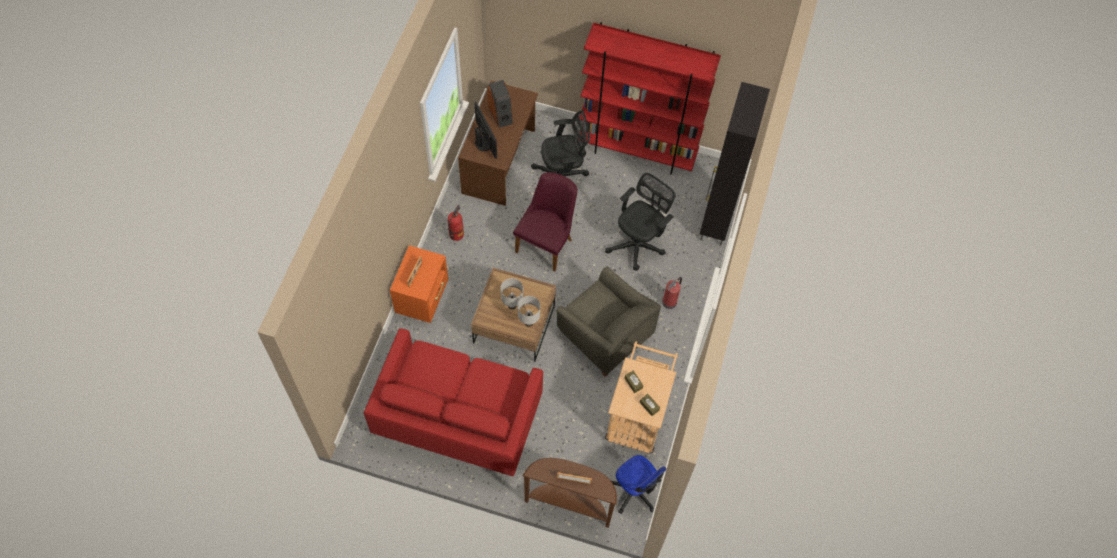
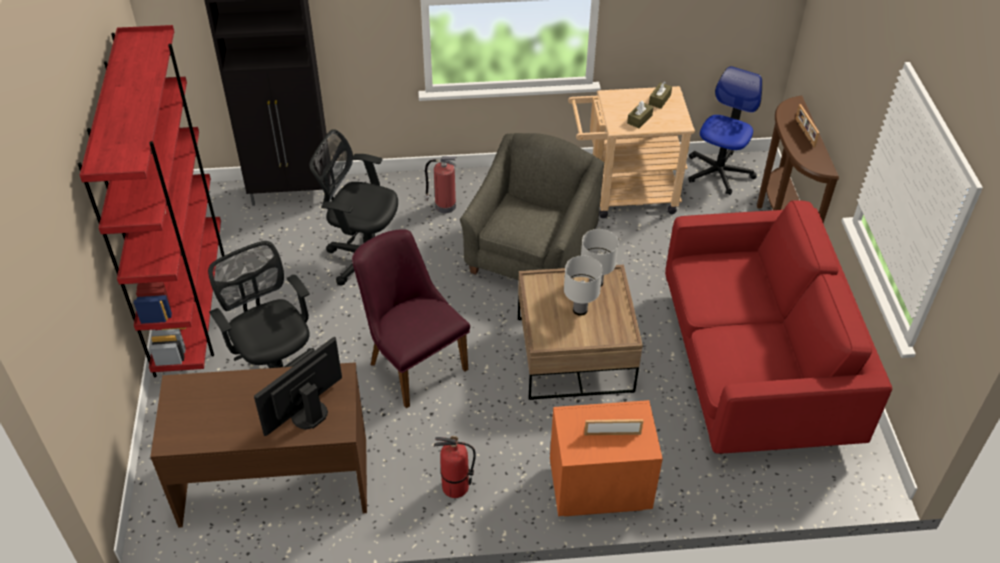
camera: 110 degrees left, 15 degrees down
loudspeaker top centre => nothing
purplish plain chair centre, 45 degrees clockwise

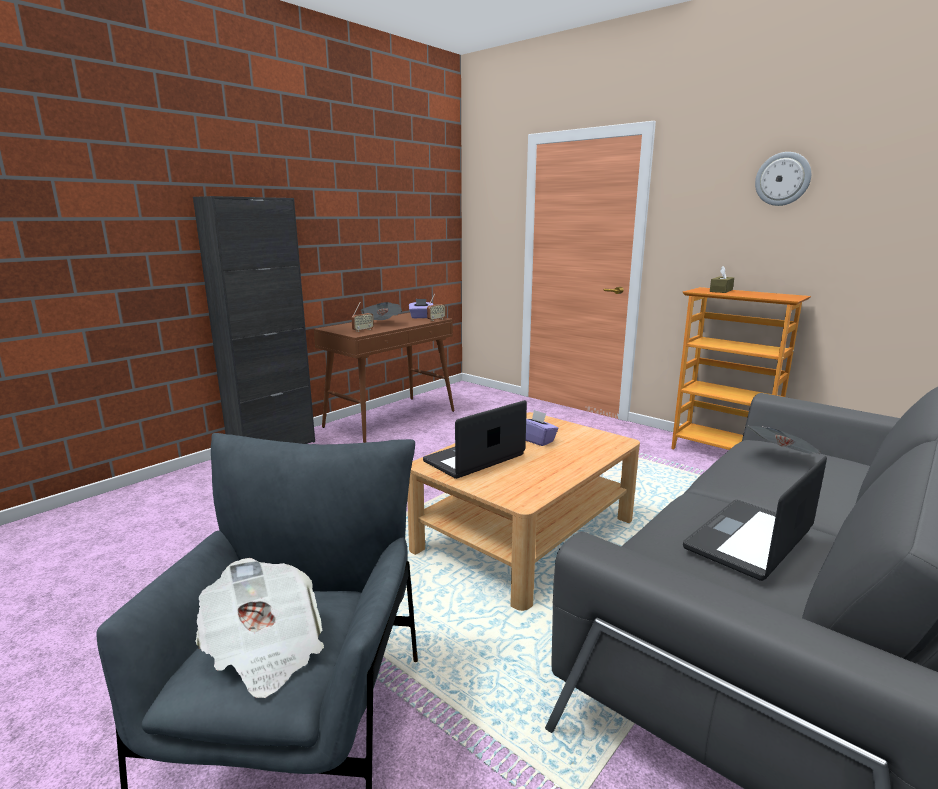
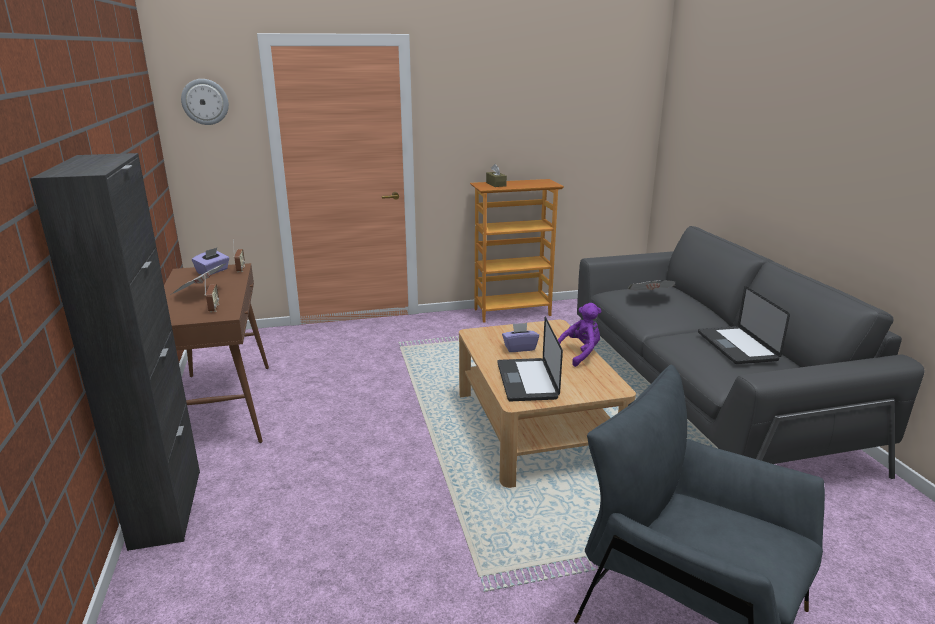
camera: 55 degrees left, 5 degrees up
daily paper (no. 1 from left) bottom left => nothing
nothing => purplish cuddly toy centre
wall clock top right => wall clock top left, shifted

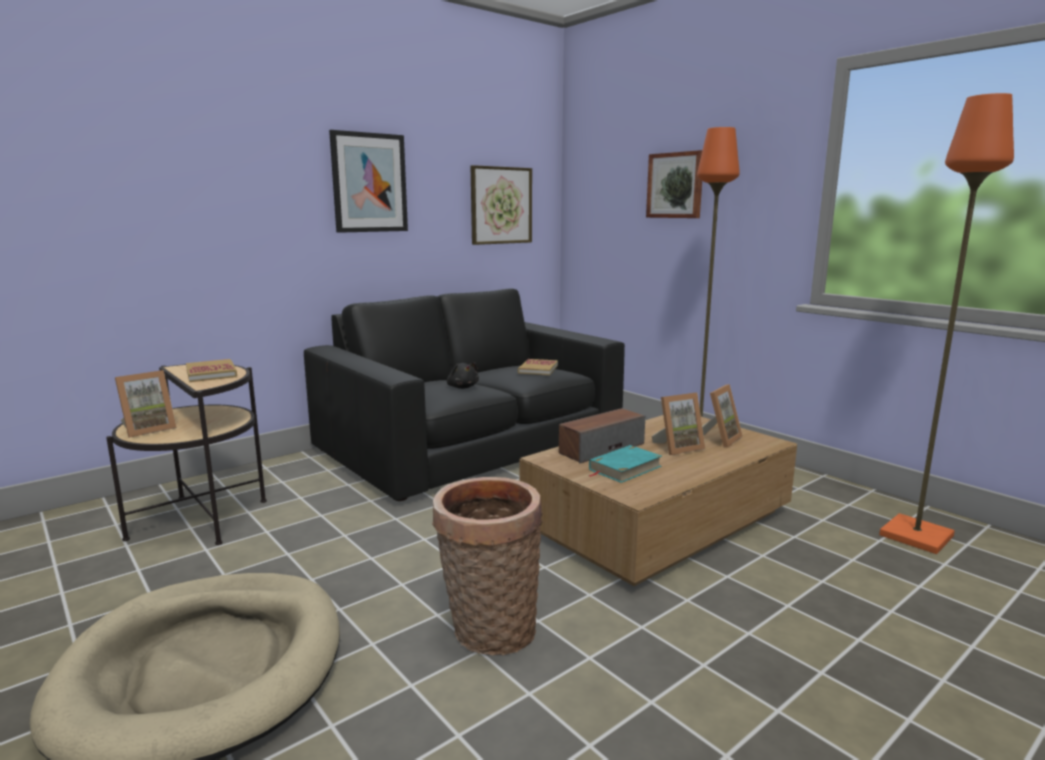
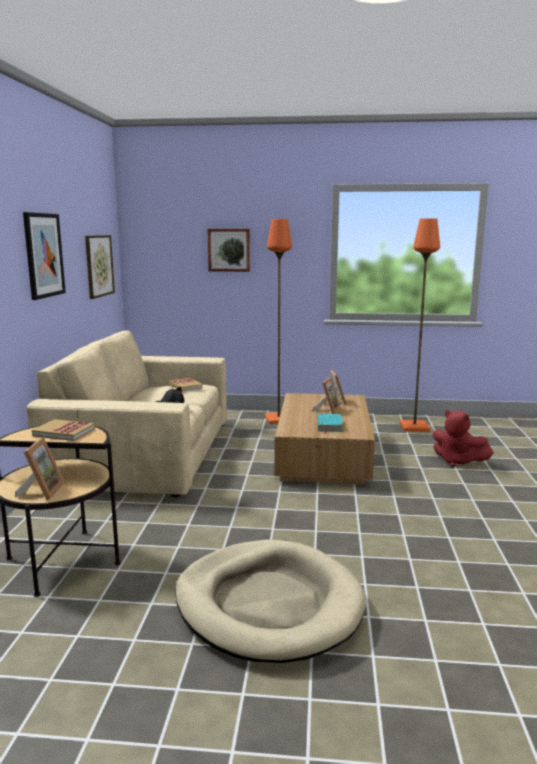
camera: 45 degrees left, 0 degrees up
storage basket bottom centre => nothing
loudspeaker centre => nothing
nothing => reddish cuddly toy middle right
black settee centre => beige settee middle left

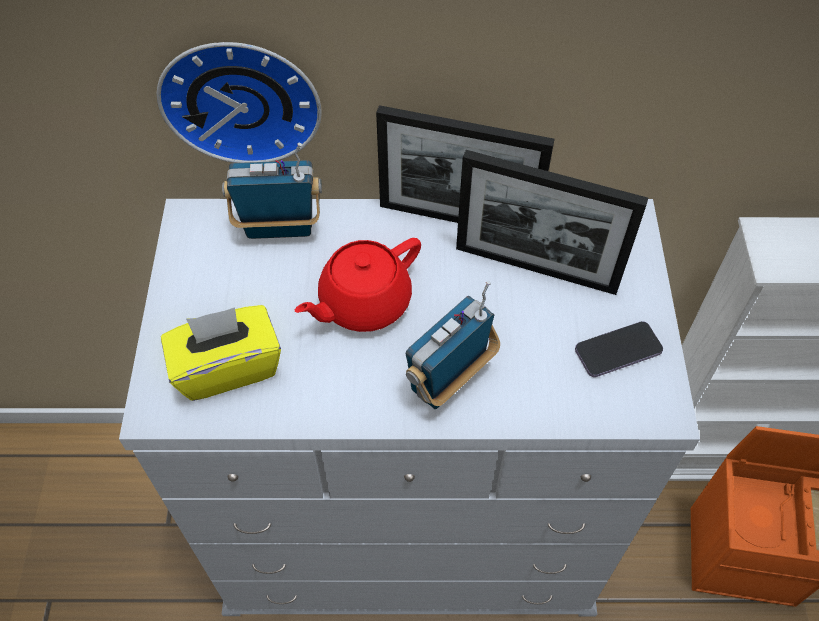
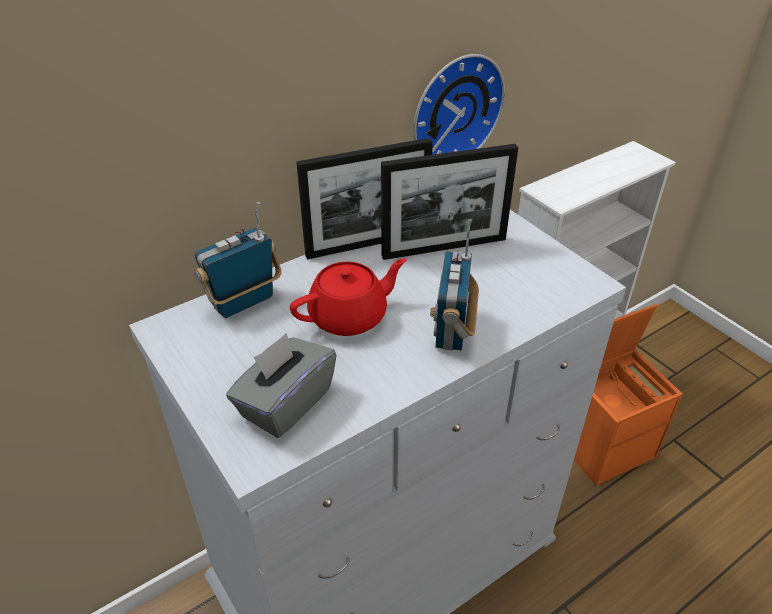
camera: 35 degrees left, 15 degrees down
telephone middle right => nothing
wall clock top left => wall clock top centre, shifted
yellowish tissue box middle left => greyish tissue box centre
reddish tea pot centre, 135 degrees counterclockwise

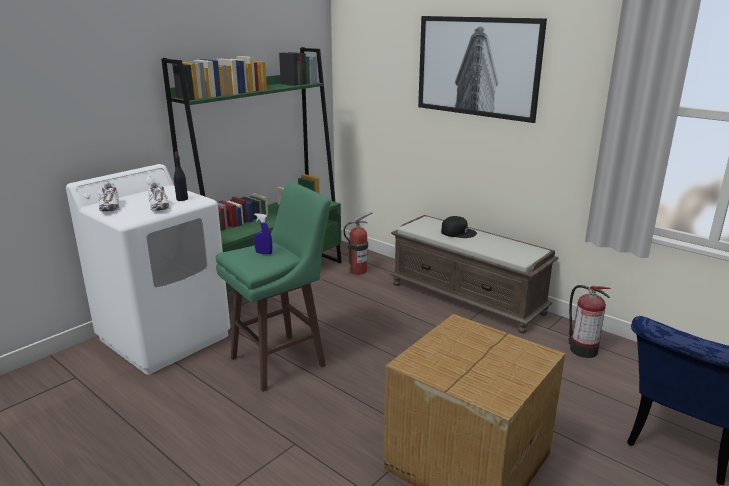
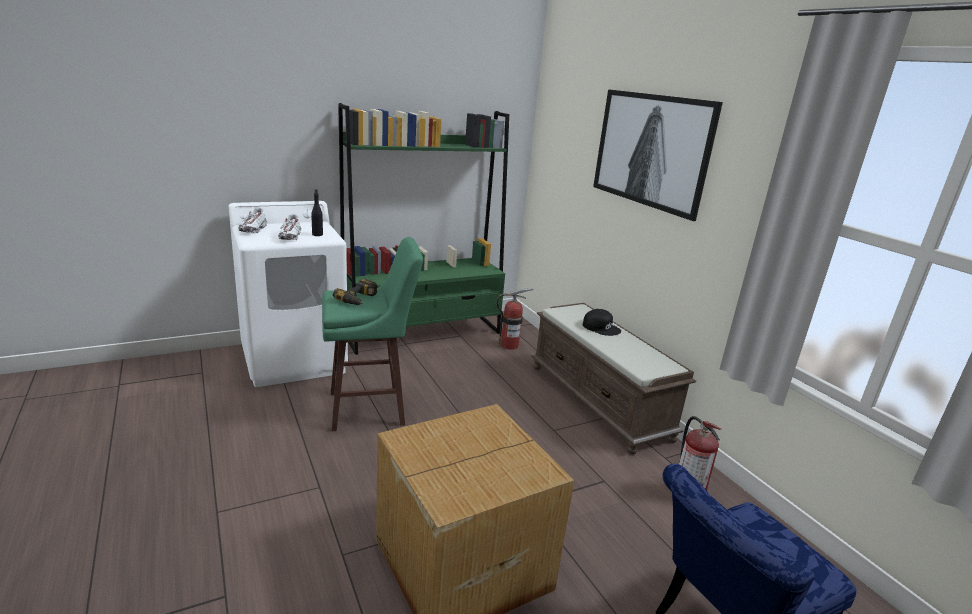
camera: 20 degrees right, 0 degrees up
blue sprayer centre => drill centre

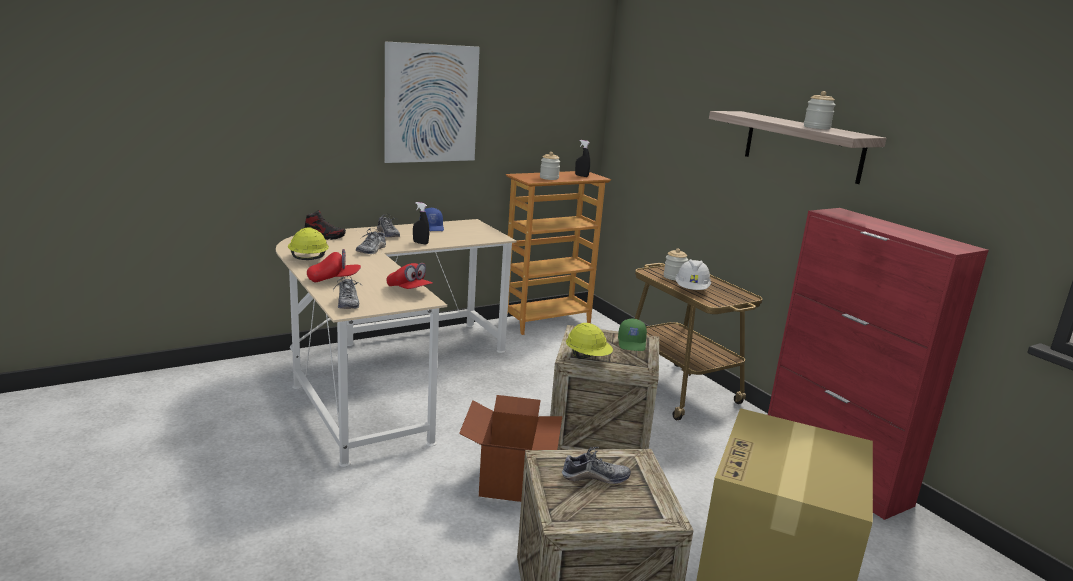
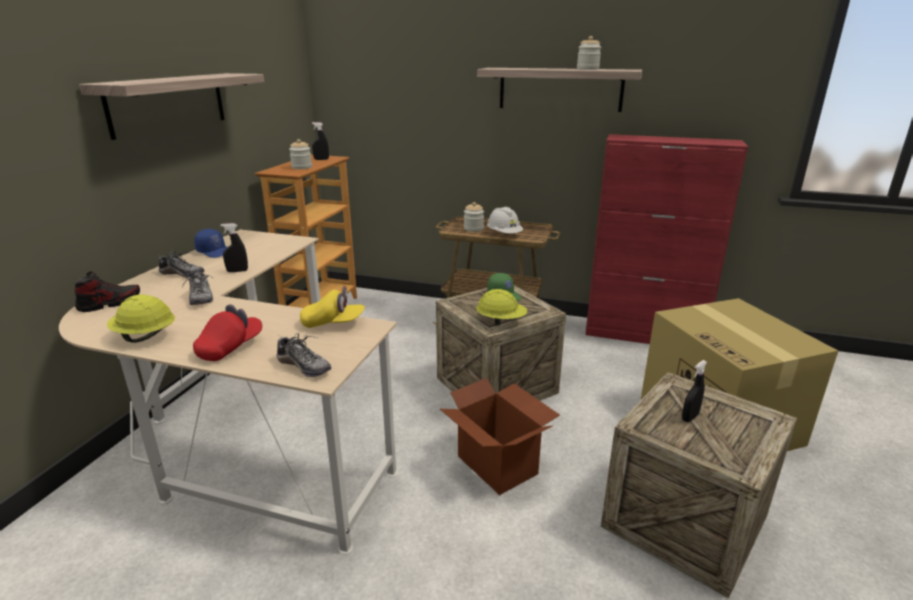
camera: 40 degrees left, 5 degrees up
wall art top centre => shelf (no. 1 from left) top left
low shoe (no. 5 from left) bottom centre => black sprayer (no. 3 from left) middle right
reddish cap (no. 2 from left) centre => yellowish cap centre

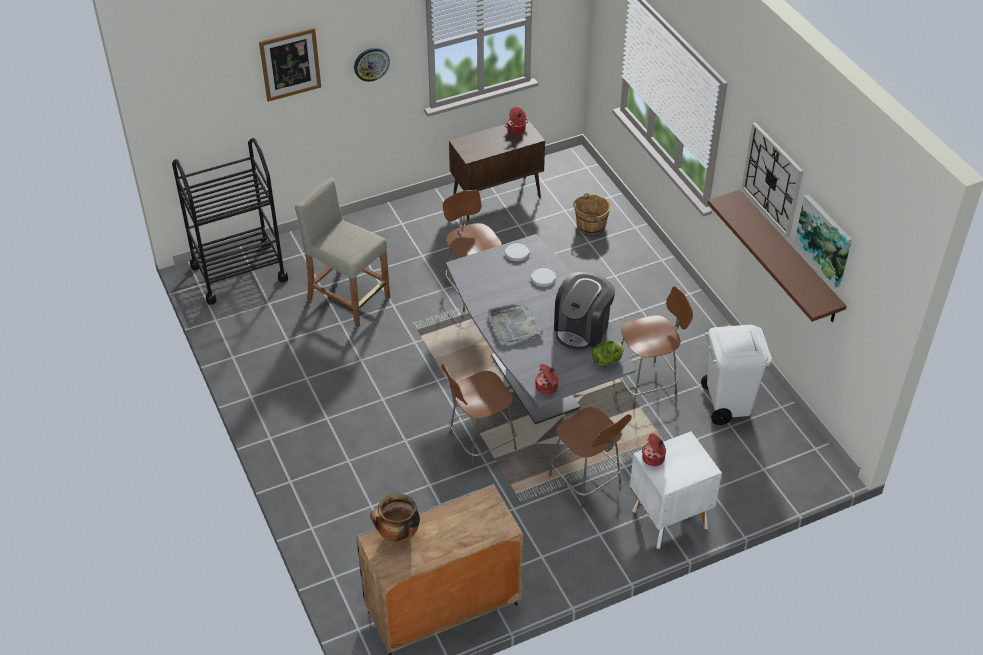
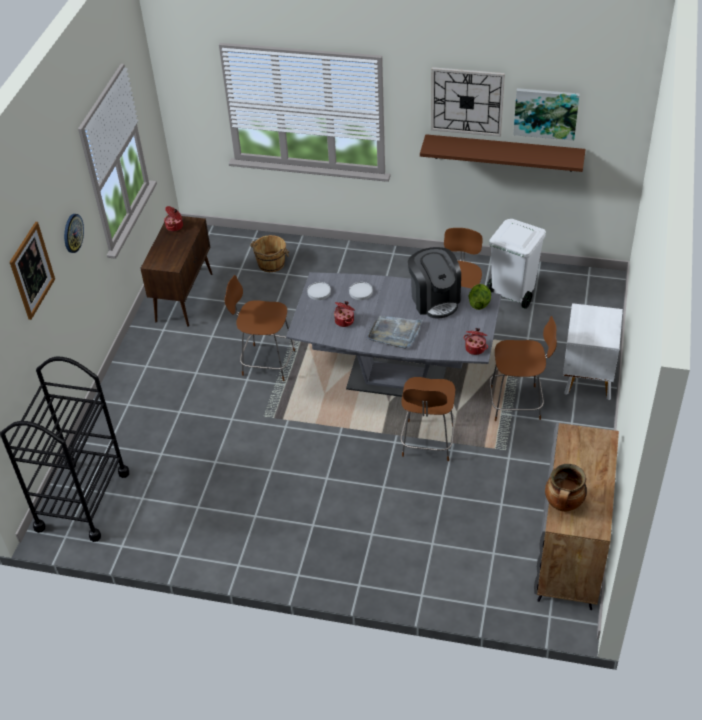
camera: 50 degrees left, 0 degrees up
beige stool centre => nothing
saucepot (no. 4 from left in the first image) bottom centre => saucepot (no. 2 from left) centre, shifted

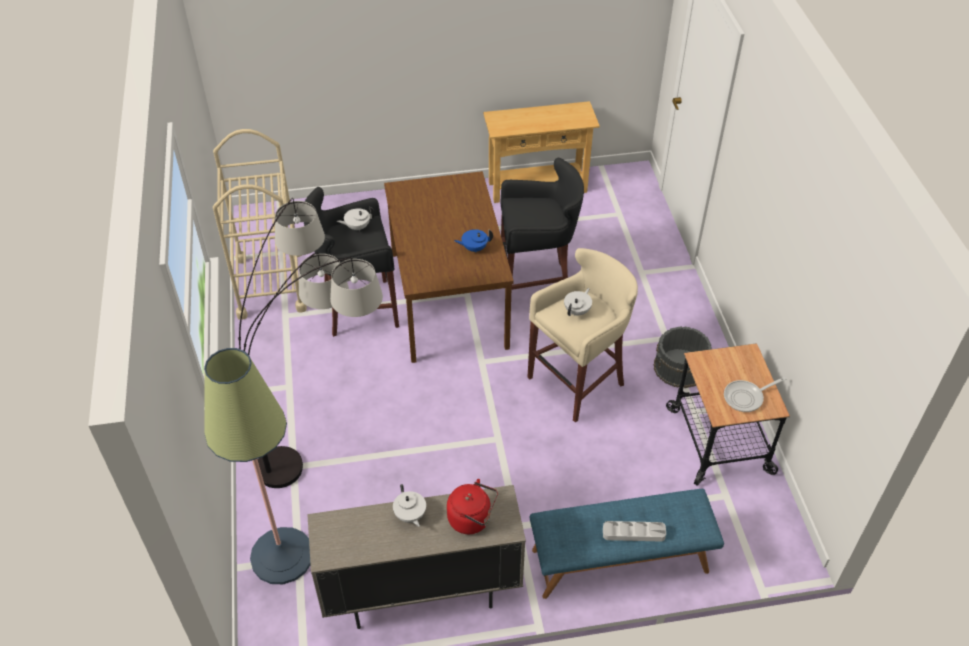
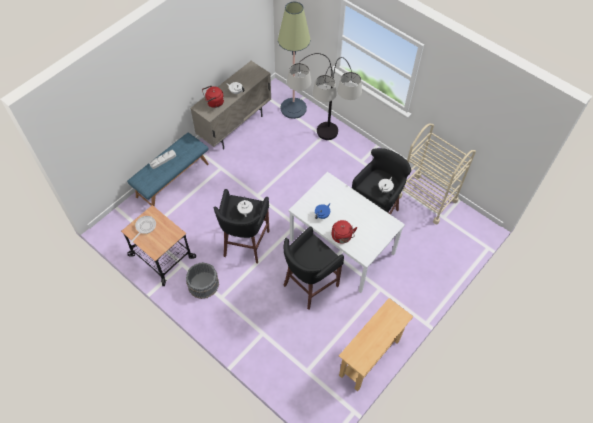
camera: 140 degrees right, 10 degrees up
nothing => reddish kettle (no. 2 from left) centre
brownish kitchen table centre => white kitchen table centre
beige stool centre => black stool (no. 1 from left) centre

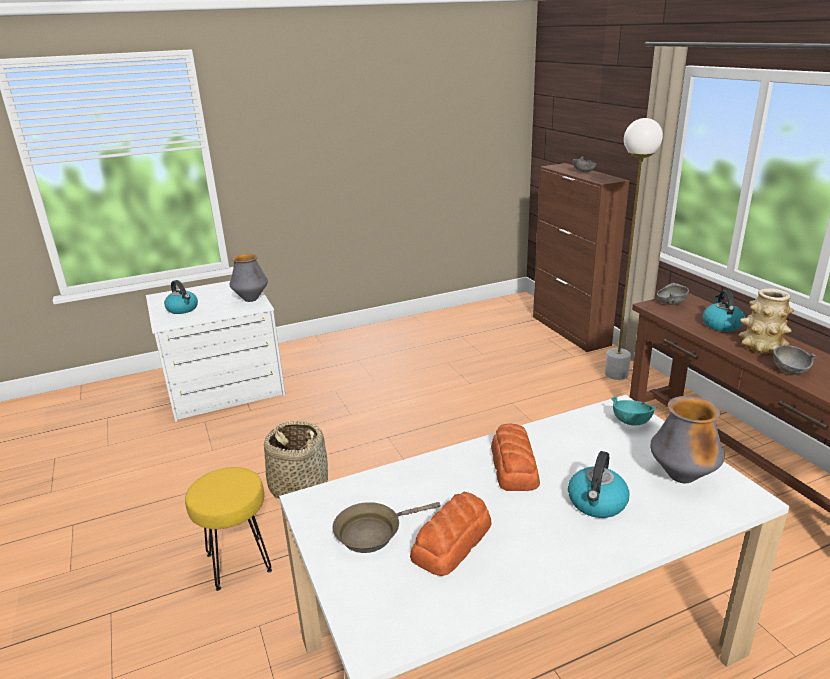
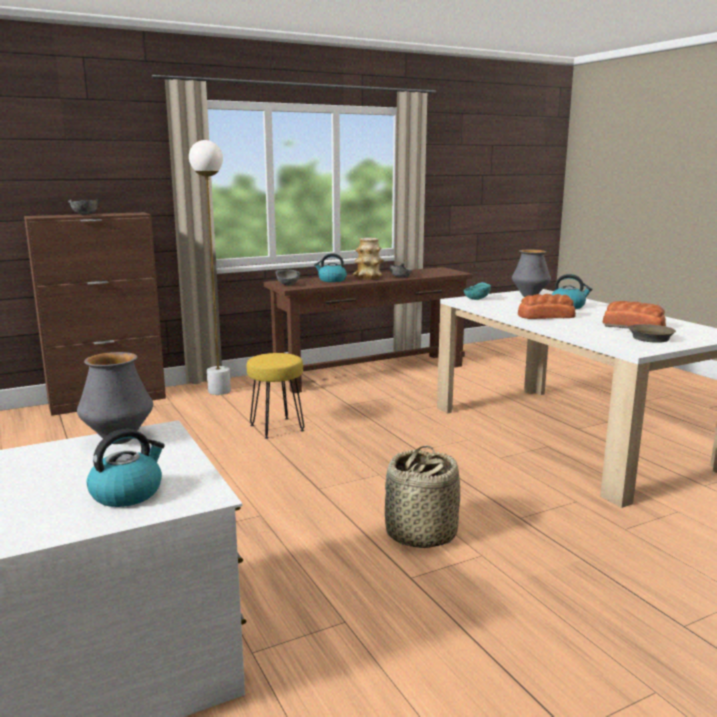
camera: 95 degrees left, 10 degrees down
yellowish stool bottom left => yellowish stool centre, shifted

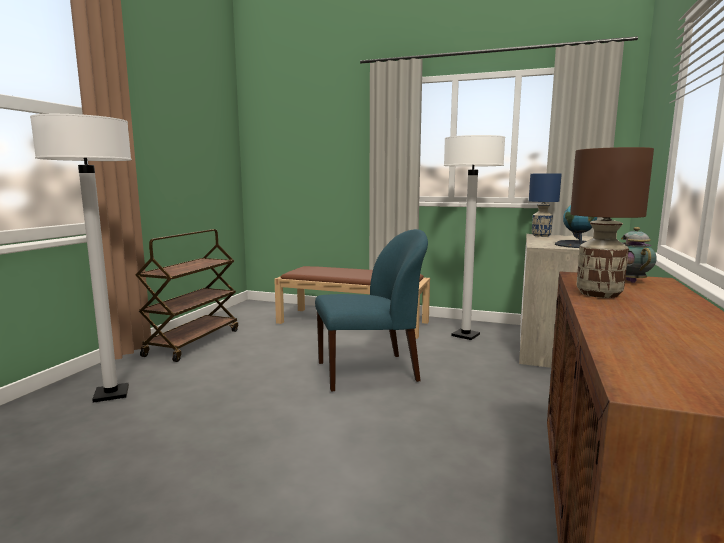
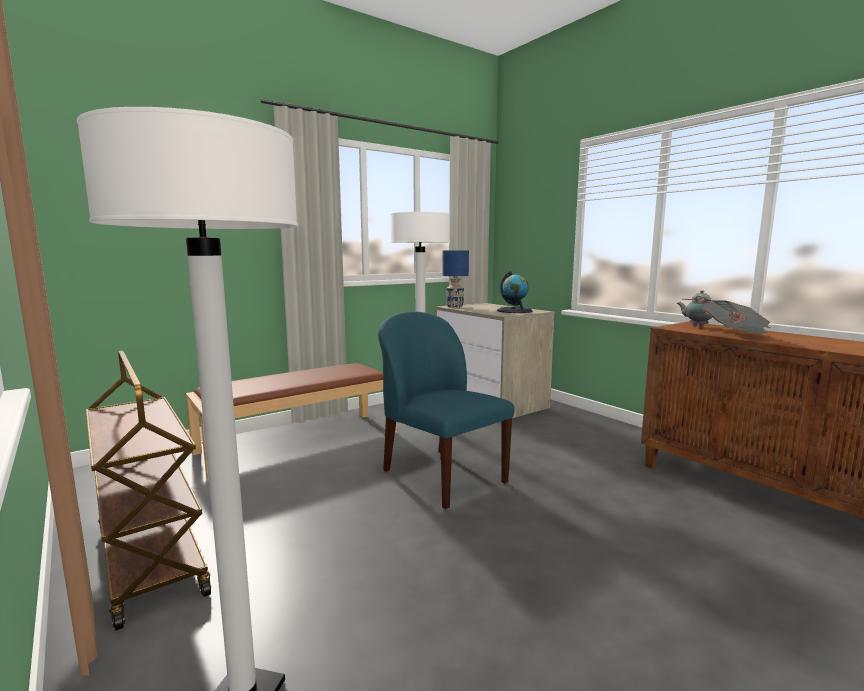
camera: 55 degrees left, 0 degrees up
brownish tabletop lamp middle right => daily paper middle right
blue plain chair centre, 60 degrees counterclockwise

